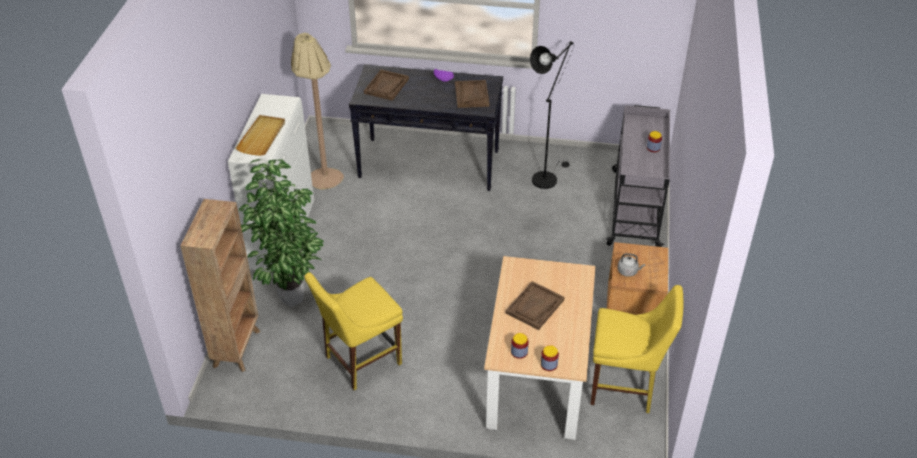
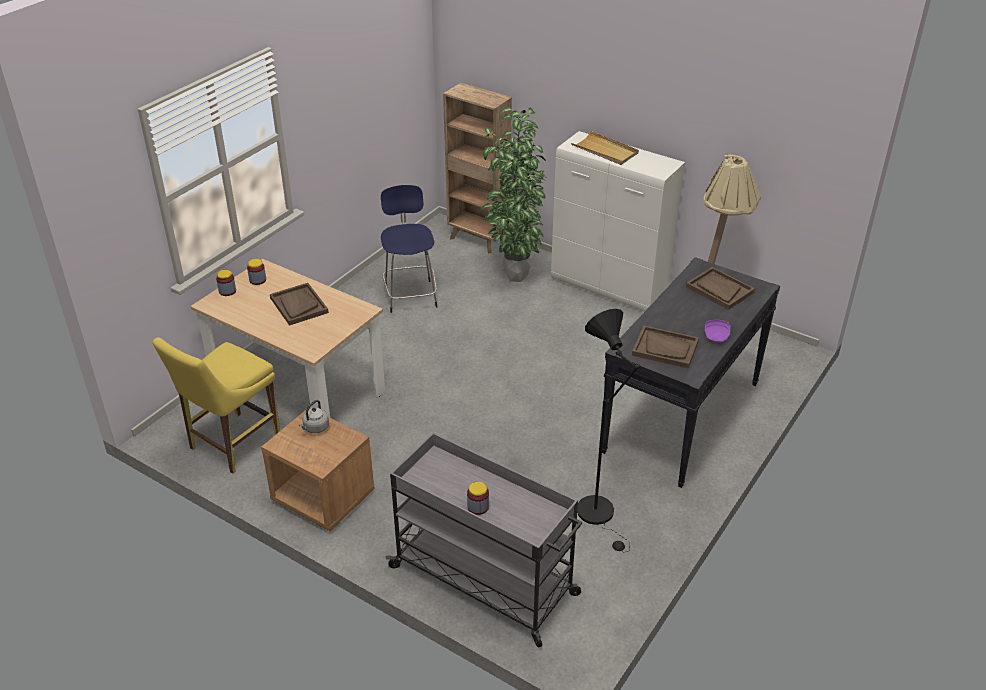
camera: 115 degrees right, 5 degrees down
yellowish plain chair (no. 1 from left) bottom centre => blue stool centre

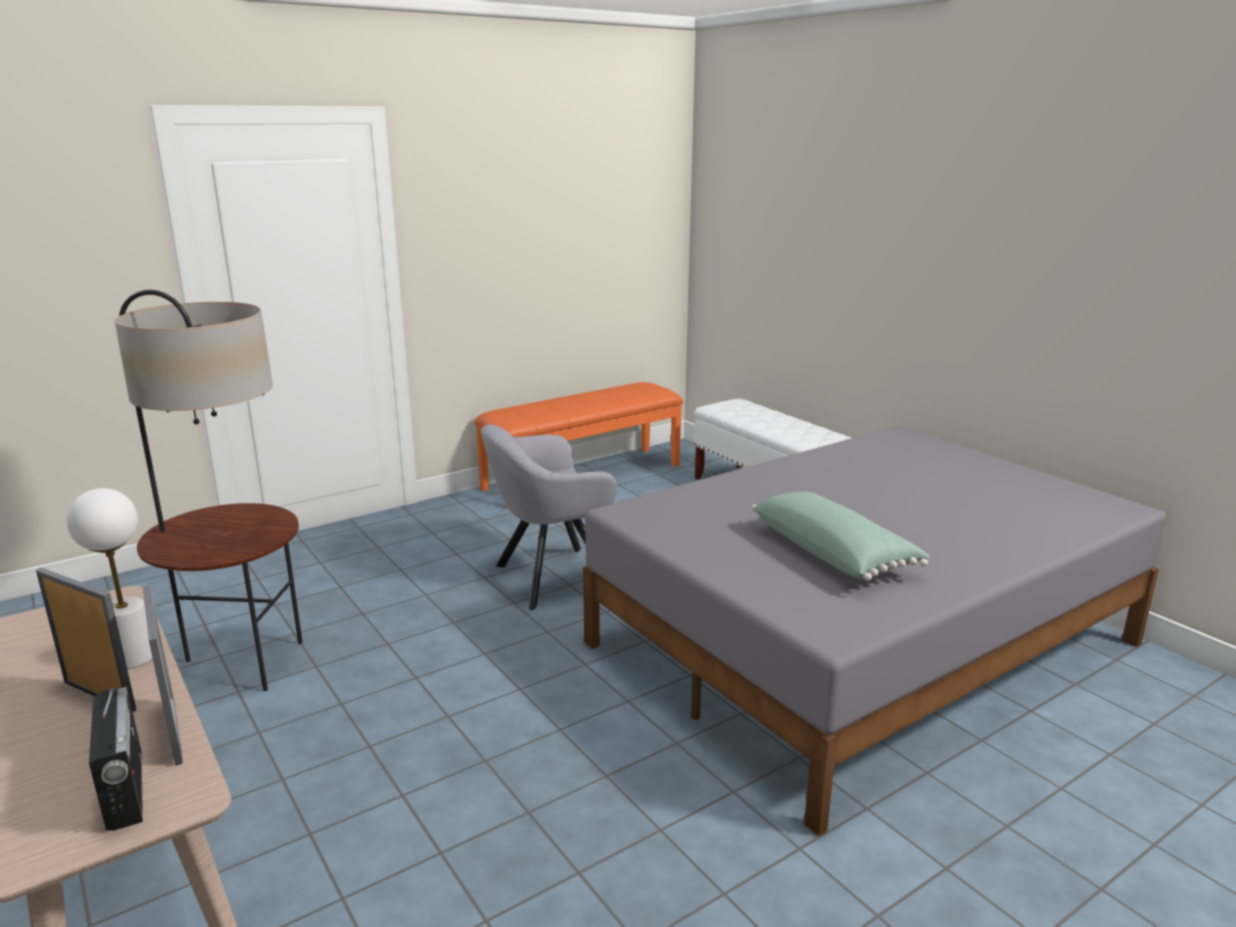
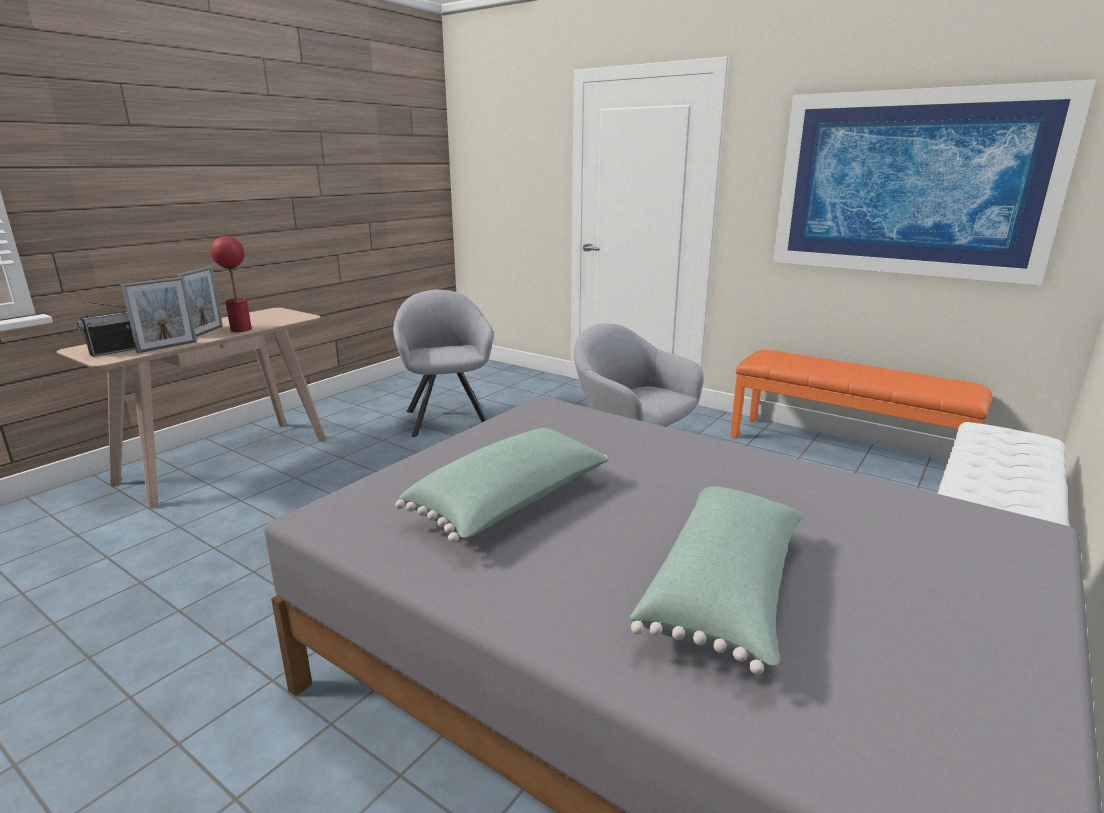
camera: 70 degrees right, 0 degrees up
nothing => greenish throw pillow (no. 2 from left) bottom centre
nothing => wall art top right
standing lamp middle left => greyish lounge chair (no. 1 from left) centre
white tabletop lamp middle left => reddish tabletop lamp middle left

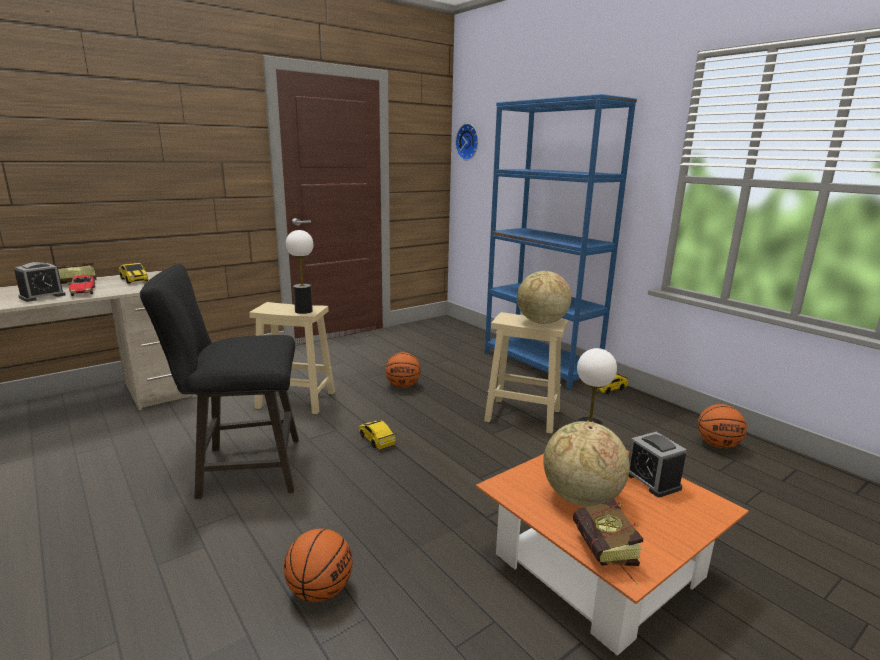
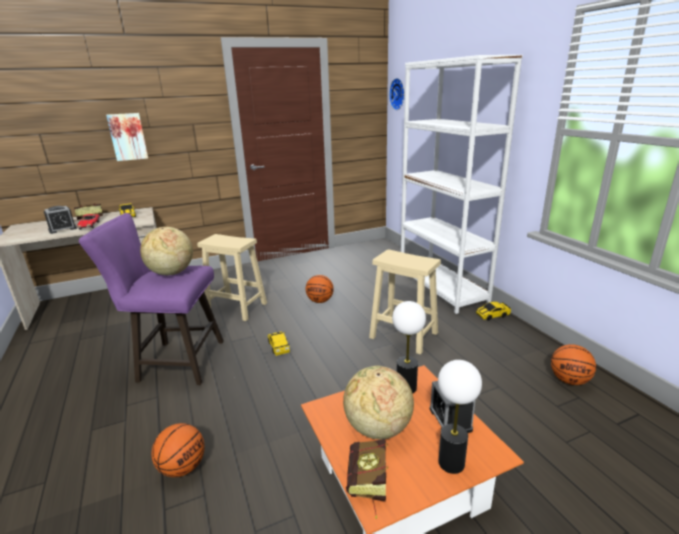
camera: 15 degrees right, 5 degrees up
nothing => wall art top left
tabletop lamp (no. 1 from left in the first image) centre => tabletop lamp (no. 2 from left) bottom right, shifted
world globe (no. 1 from left) centre => world globe (no. 1 from left) middle left, shifted
black stool middle left => purplish stool middle left
blue bookshelf centre => white bookshelf middle right

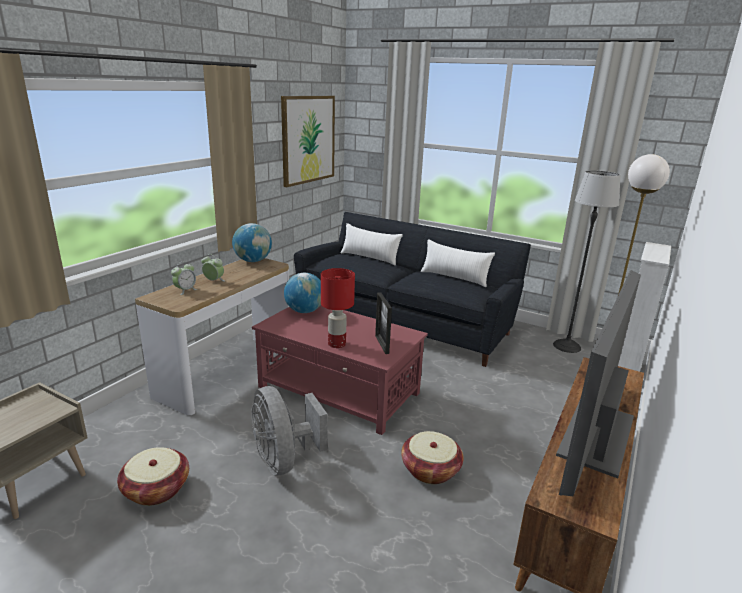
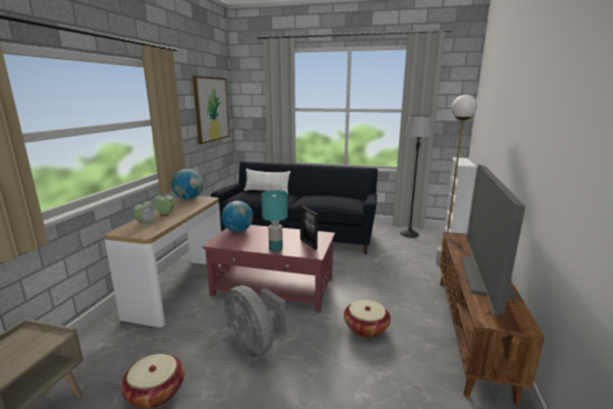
camera: 15 degrees left, 5 degrees down
white throw pillow (no. 2 from left) centre => nothing
reddish tabletop lamp centre => turquoise tabletop lamp centre

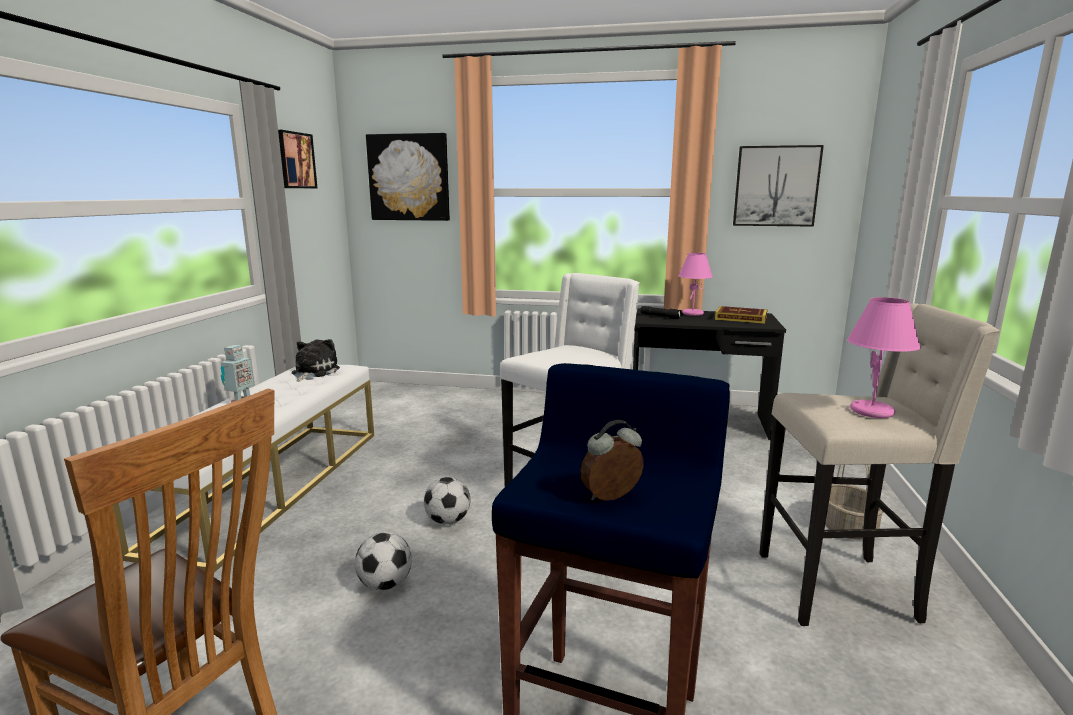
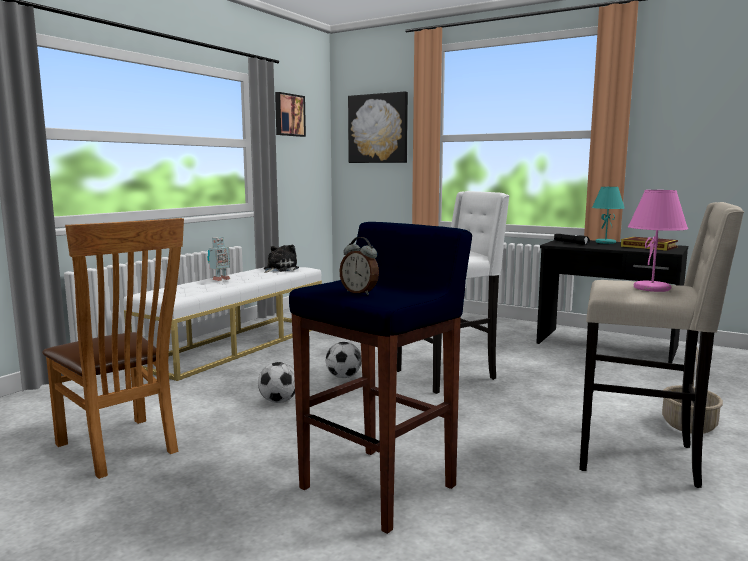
camera: 20 degrees right, 5 degrees down
wall art (no. 3 from left) top right => nothing
pinkish tabletop lamp (no. 1 from left) centre => turquoise tabletop lamp middle right
alarm clock centre, 135 degrees counterclockwise

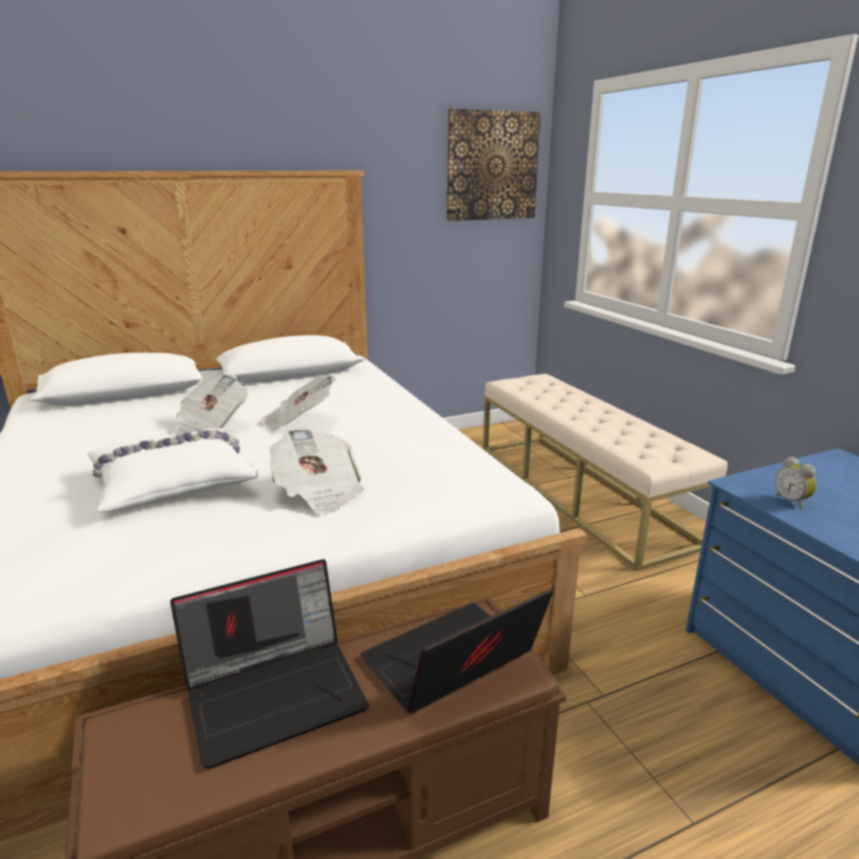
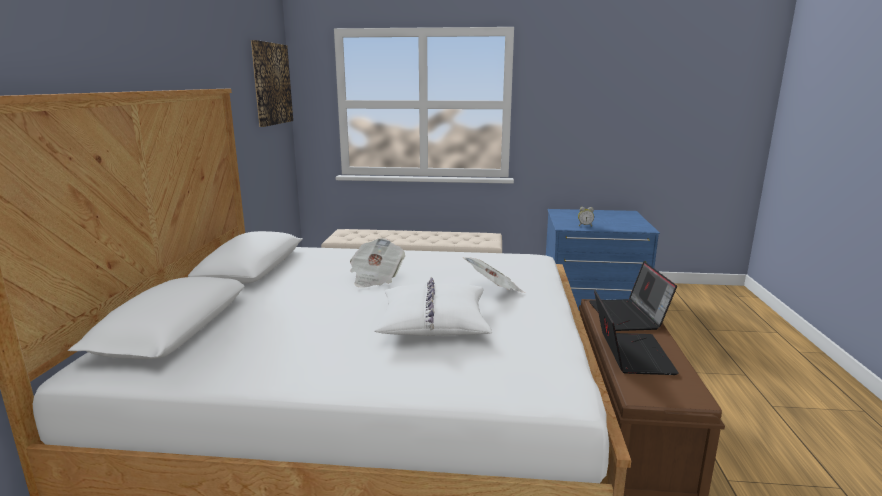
camera: 60 degrees left, 5 degrees down
daily paper (no. 1 from left) middle left => nothing

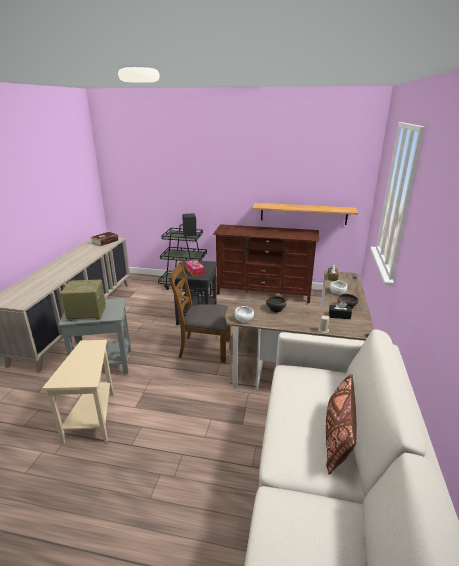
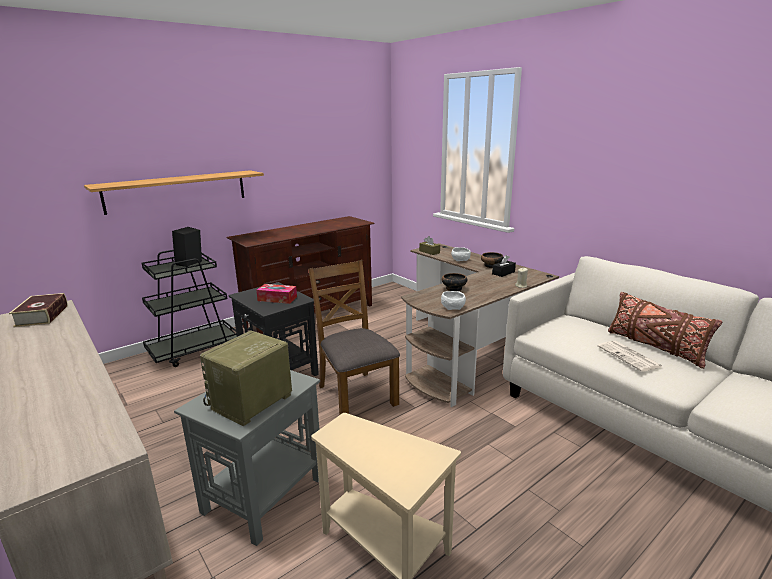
camera: 50 degrees left, 5 degrees down
nothing => daily paper middle right
shelf centre => shelf top left, shifted
brownish plain chair centre, 105 degrees clockwise

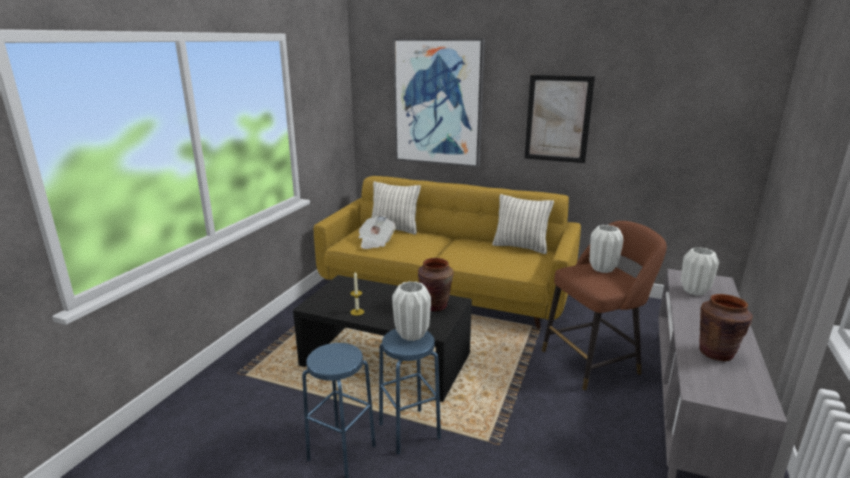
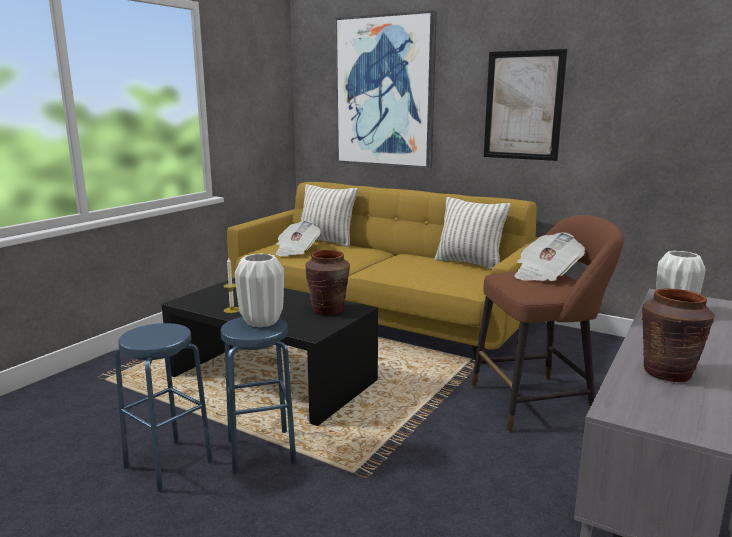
camera: 10 degrees right, 5 degrees down
white decorative vase (no. 2 from left) middle right => daily paper (no. 2 from left) middle right

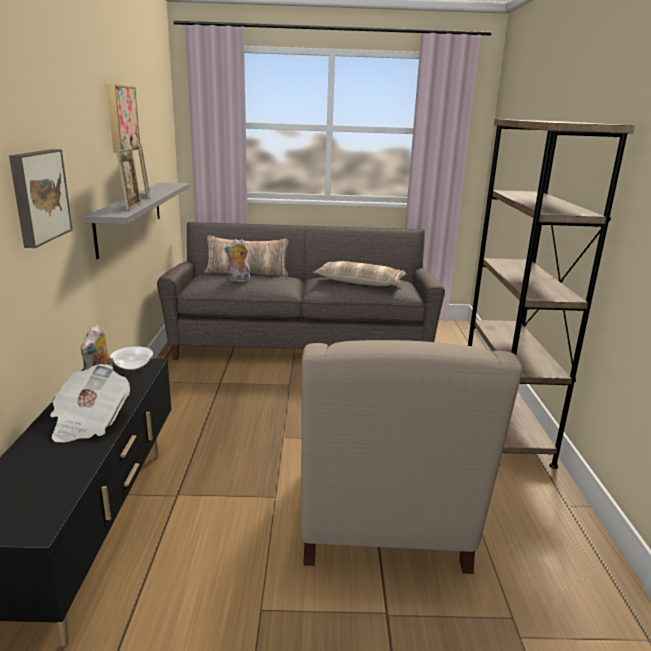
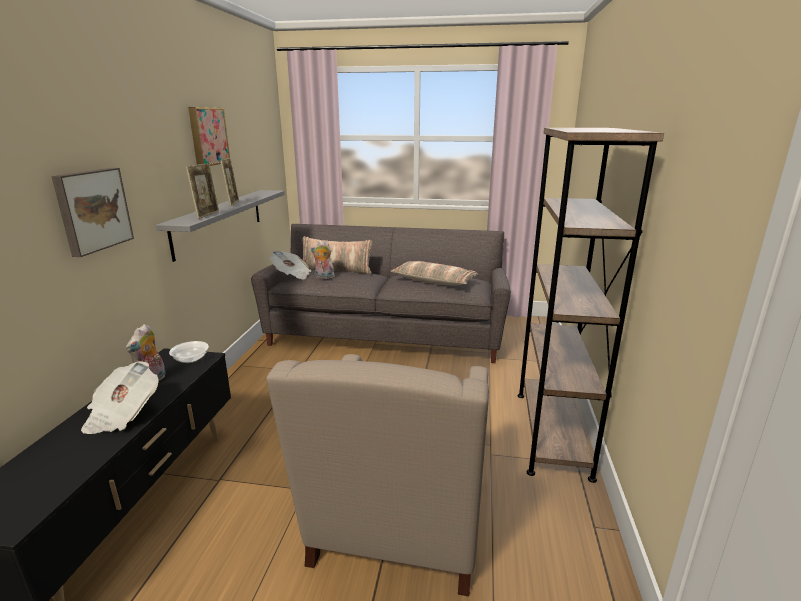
camera: 10 degrees right, 0 degrees up
nothing => daily paper (no. 2 from left) centre

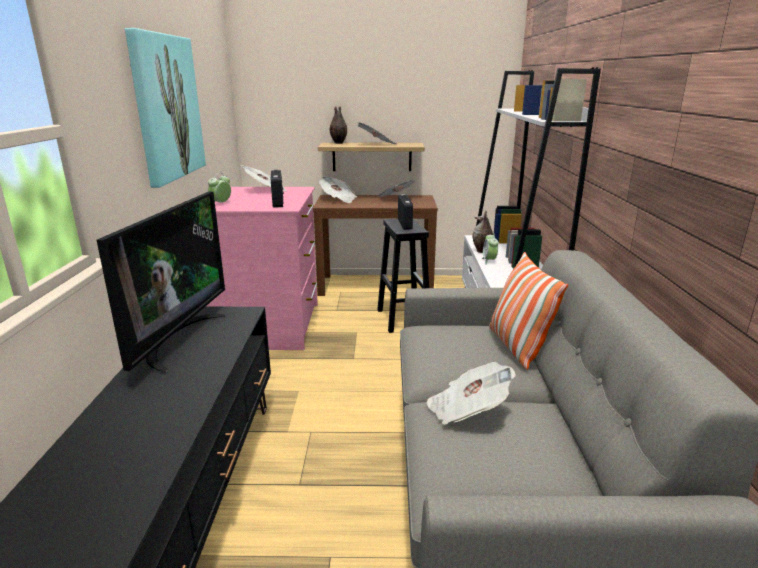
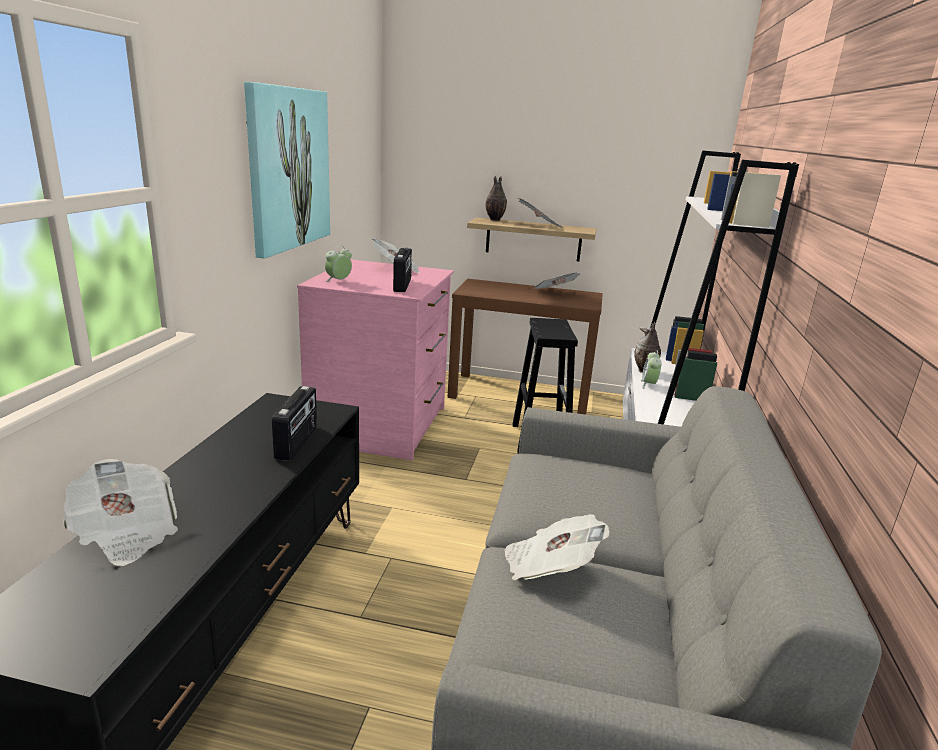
camera: 10 degrees right, 0 degrees up
television middle left => nothing
throw pillow middle right => nothing
daily paper (no. 2 from left in the first image) top centre => daily paper (no. 1 from left) bottom left, shifted
radio (no. 2 from left in the first image) centre => radio (no. 1 from left) middle left, shifted

